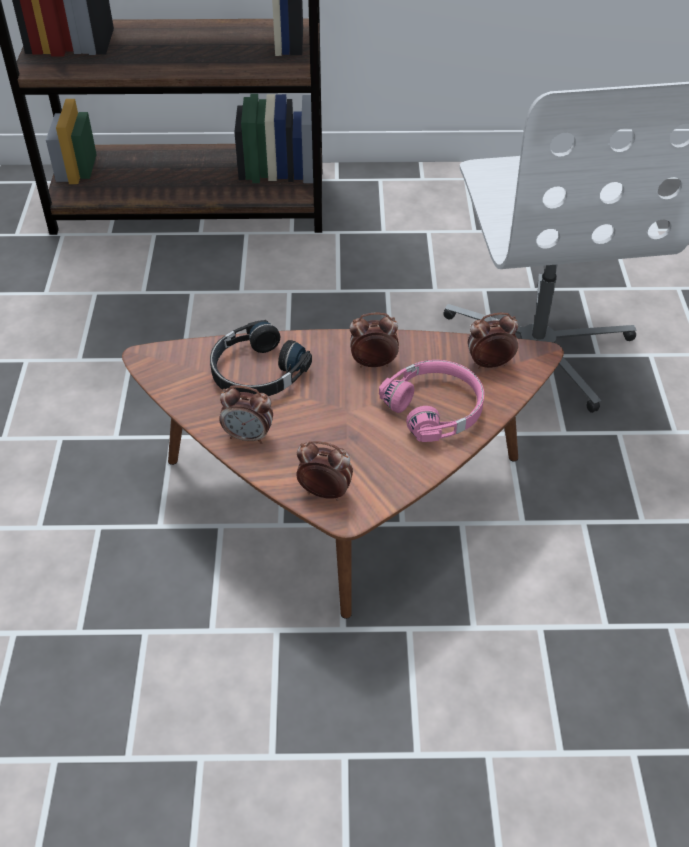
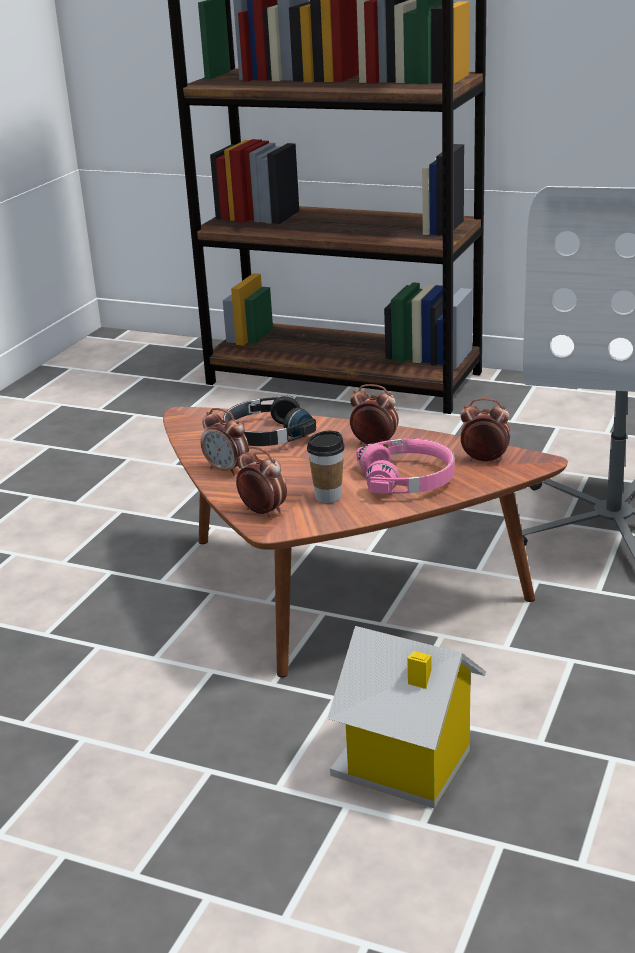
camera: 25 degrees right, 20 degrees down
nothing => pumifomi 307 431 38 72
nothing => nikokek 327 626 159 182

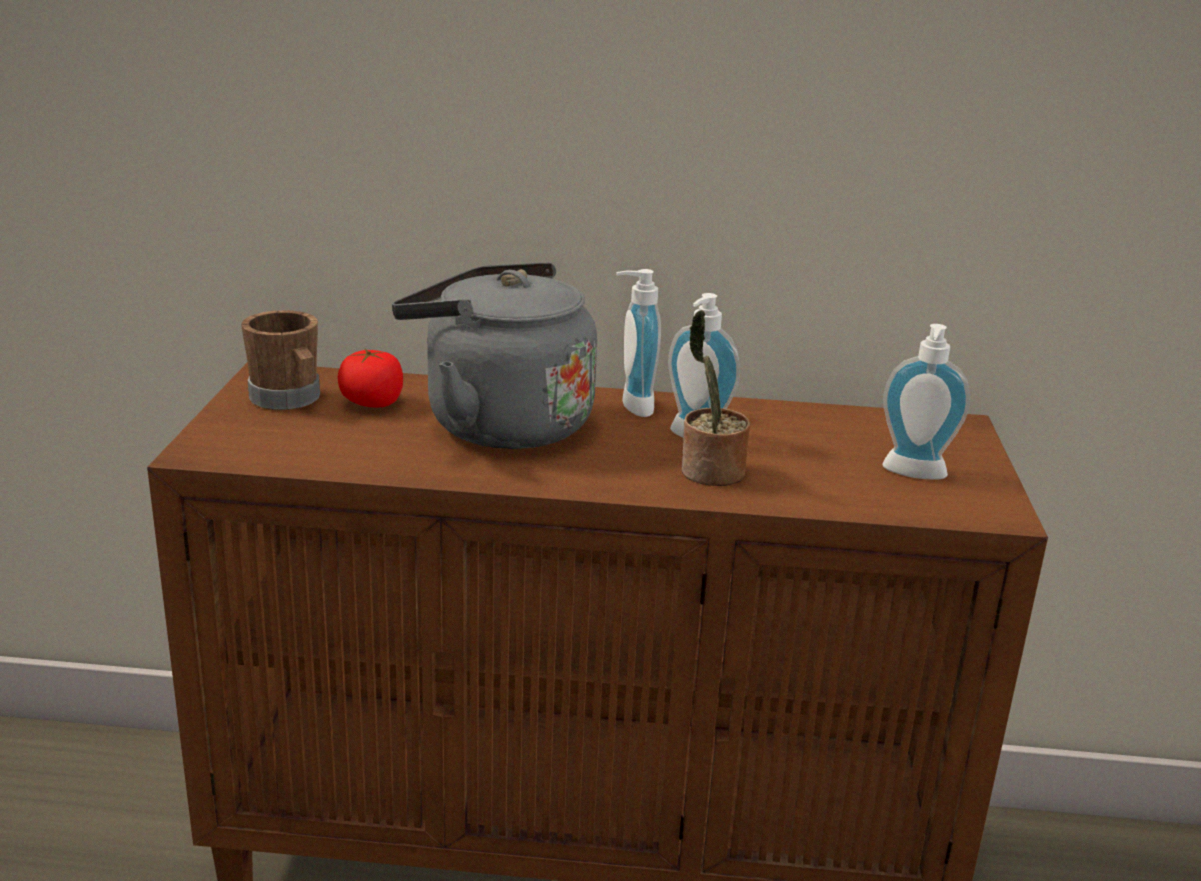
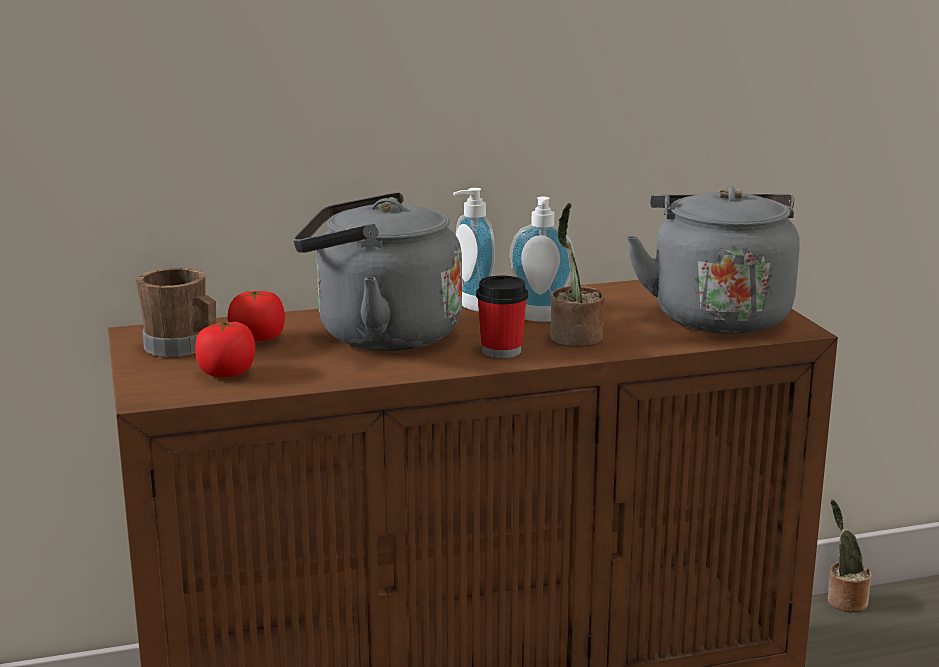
camera: 20 degrees left, 5 degrees down
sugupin 882 324 88 156 => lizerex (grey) 626 186 174 148
nothing => pumifomi 476 276 52 82
nothing => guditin 195 321 60 56
nothing => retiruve 828 500 44 113

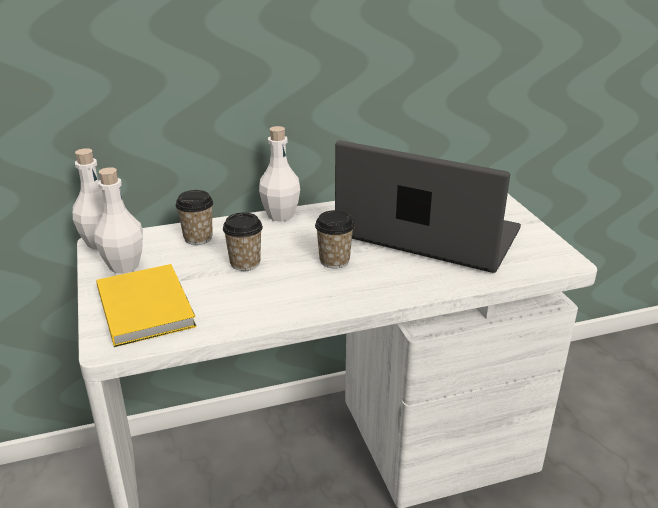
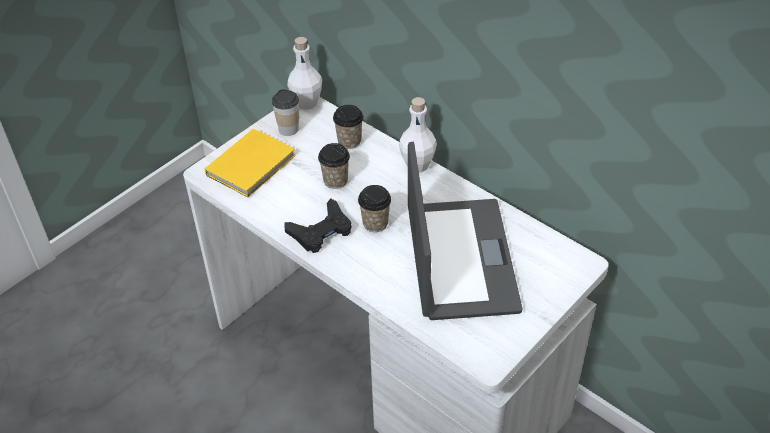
camera: 60 degrees right, 15 degrees up
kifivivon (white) 95 167 48 107 => pumifomi 272 89 27 47
nothing => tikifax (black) 284 199 68 54

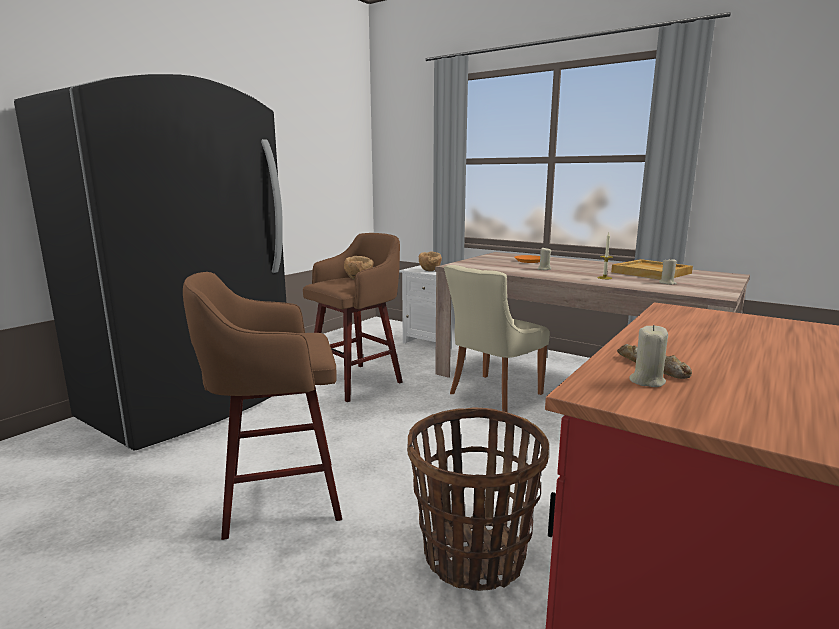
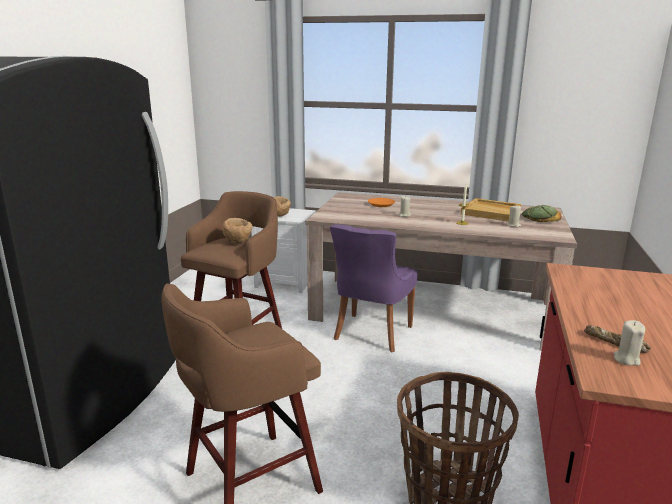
camera: 20 degrees left, 5 degrees up
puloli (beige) 444 265 106 147 => puloli (purple) 330 225 87 127
nothing => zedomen 521 205 40 17

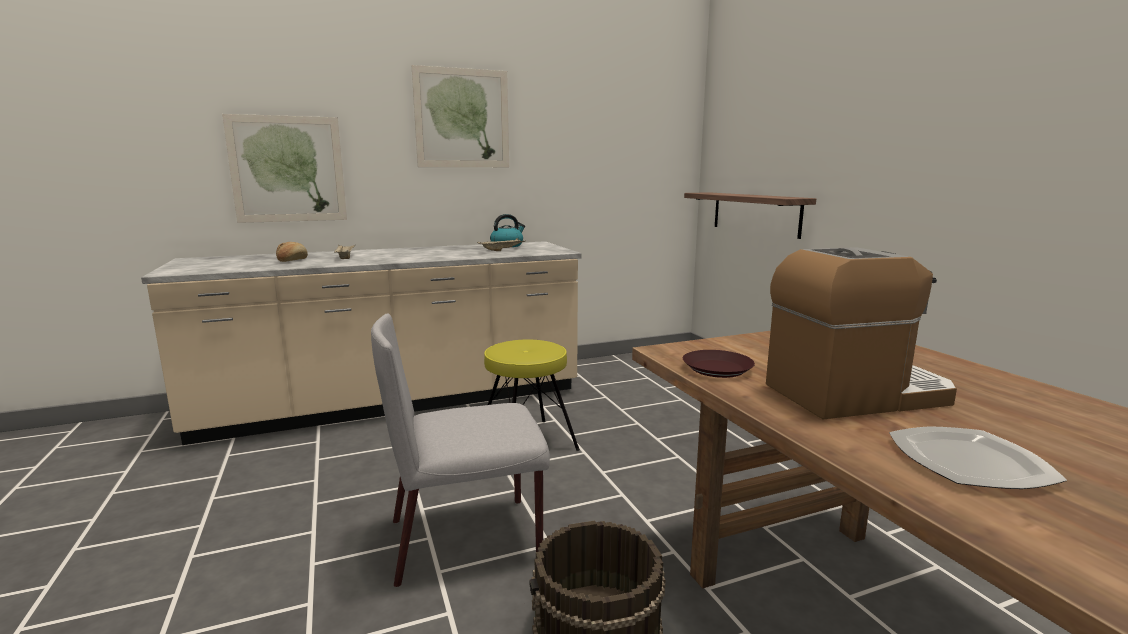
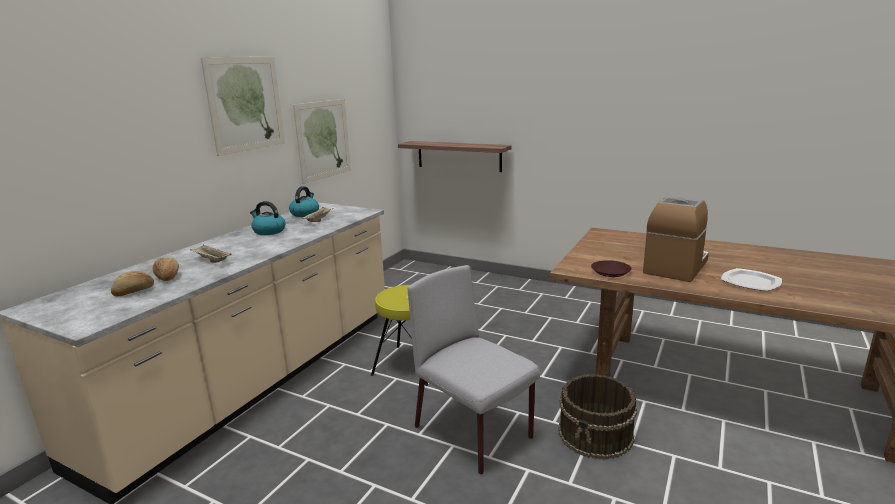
camera: 40 degrees left, 5 degrees up
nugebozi 222 114 125 109 => nugebozi 293 99 58 85, shifted
puloli (grey) 371 314 179 273 => puloli (grey) 408 265 132 209, 105 degrees clockwise
nothing => lizerex 250 201 35 34
nothing => zedomen 111 271 43 26

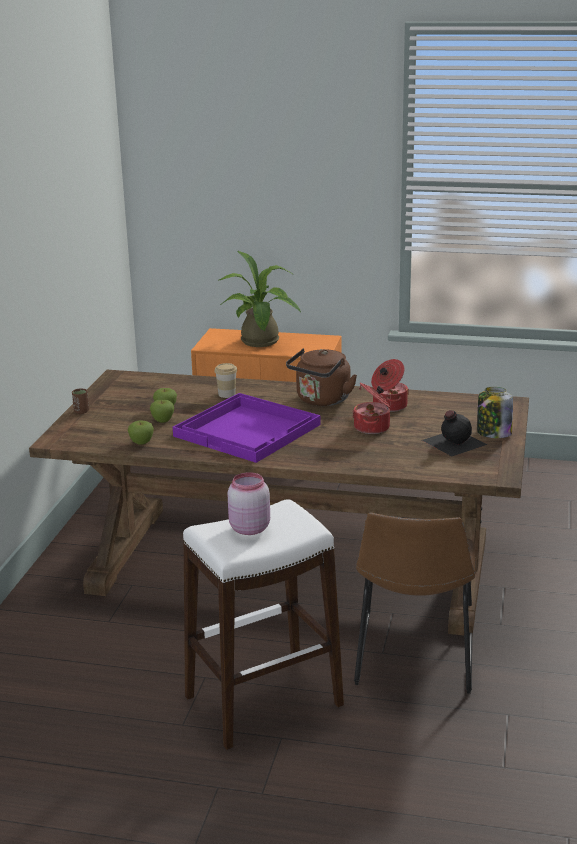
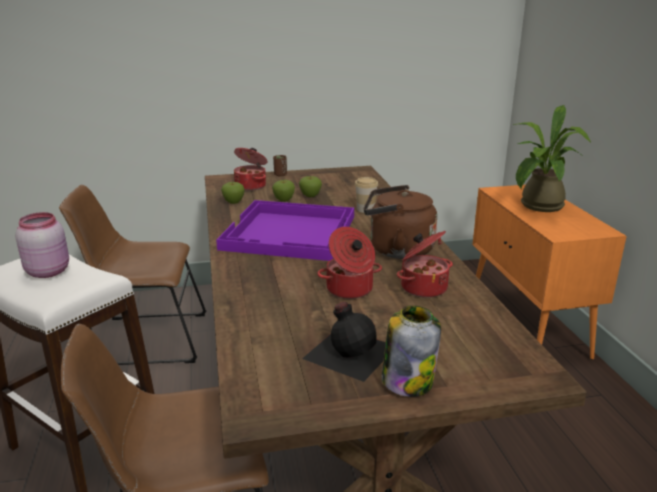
camera: 65 degrees right, 0 degrees up
nothing => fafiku 234 148 34 43
nothing => puloli (brown) 59 185 147 180

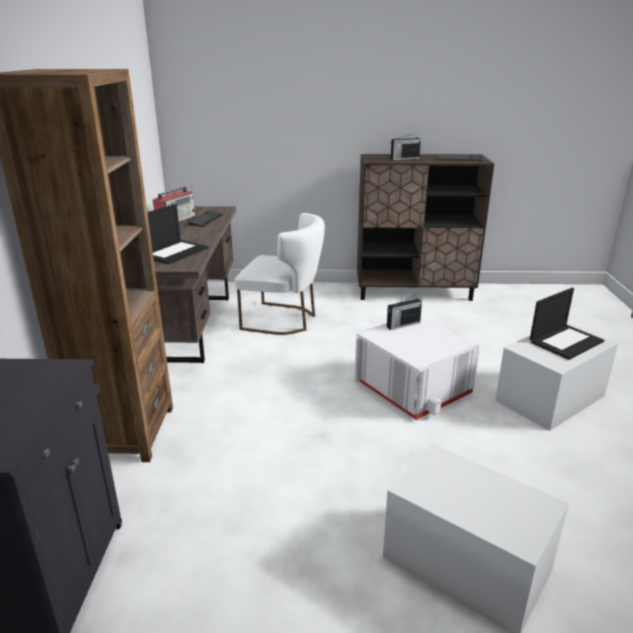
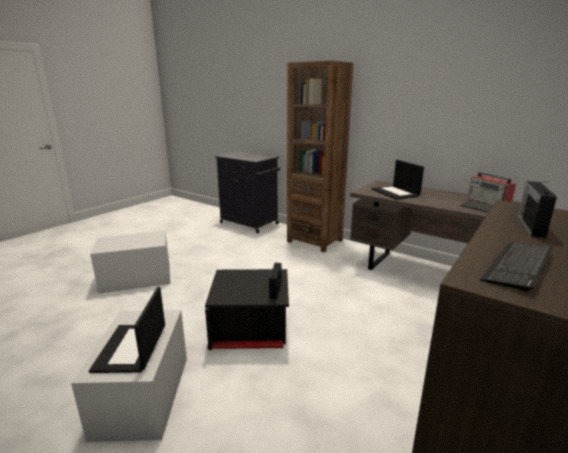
camera: 125 degrees right, 5 degrees down
puloli (white) 235 213 90 122 => nothing
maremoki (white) 355 318 125 102 => maremoki (black) 205 269 84 81

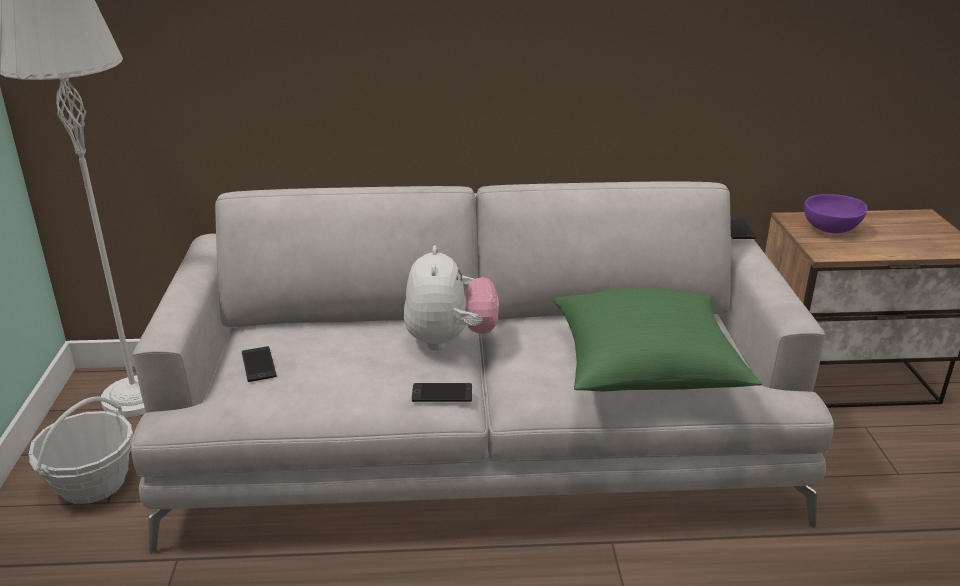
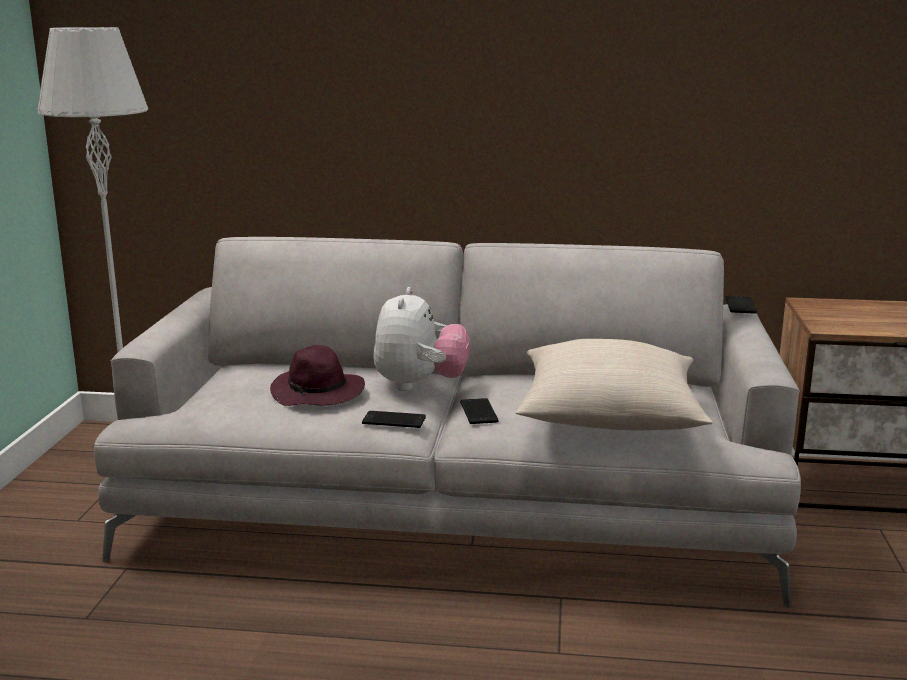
camera: 10 degrees right, 10 degrees down
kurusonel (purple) 804 194 63 39 => nothing
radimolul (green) 553 288 209 103 => radimolul (beige) 516 339 197 91
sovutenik 242 346 35 36 => sovutenik 460 398 38 26, shifted
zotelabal 28 397 105 107 => nothing
nothing => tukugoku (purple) 270 345 95 61

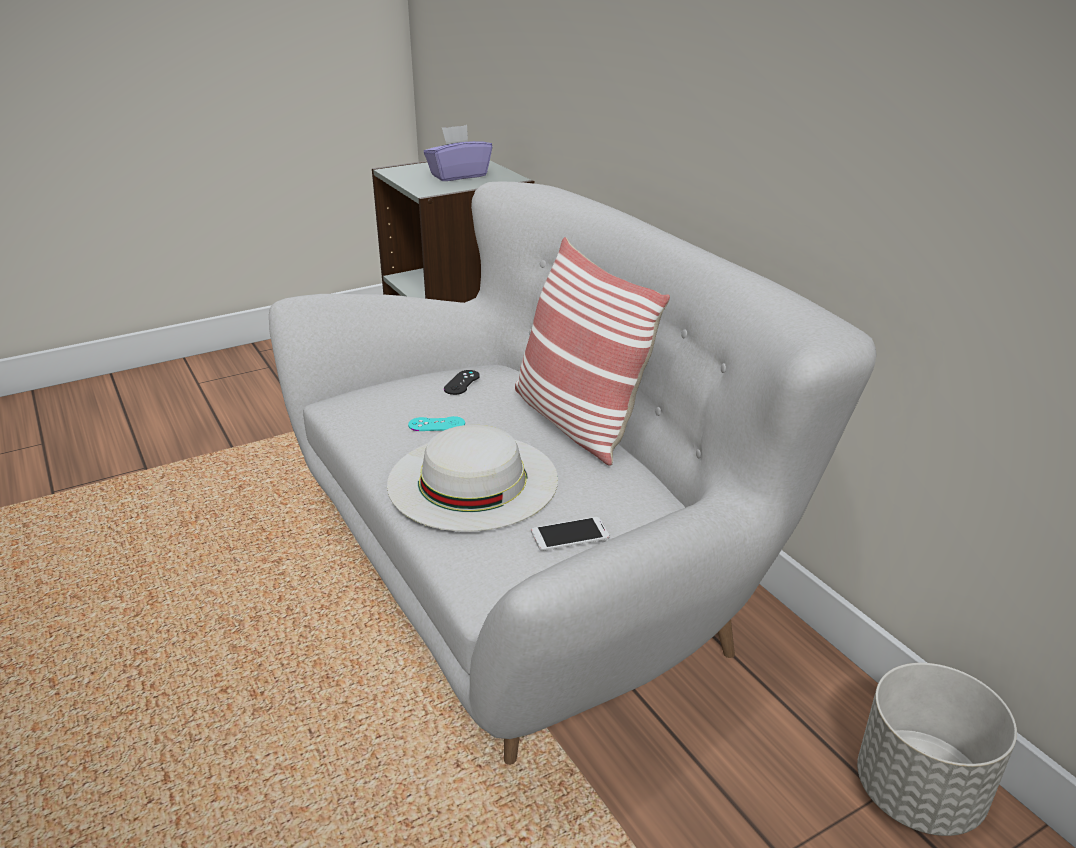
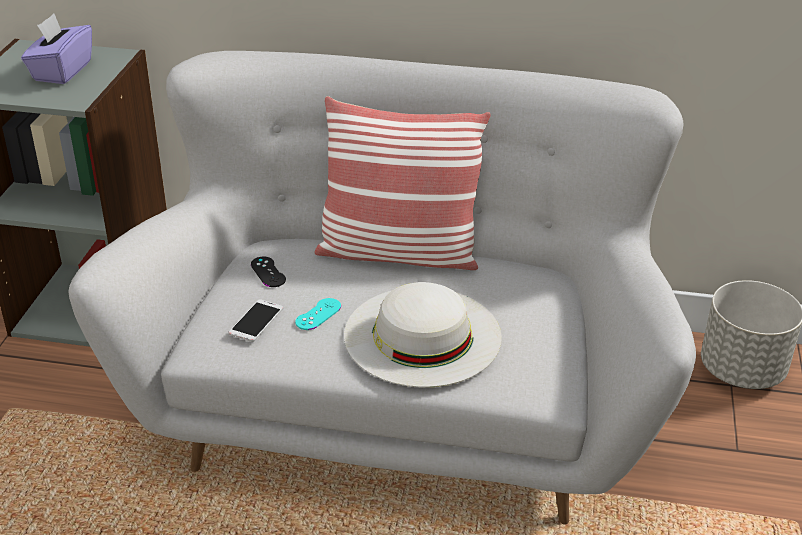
camera: 50 degrees left, 5 degrees up
sovutenik 531 517 79 34 => sovutenik 229 299 54 43, shifted

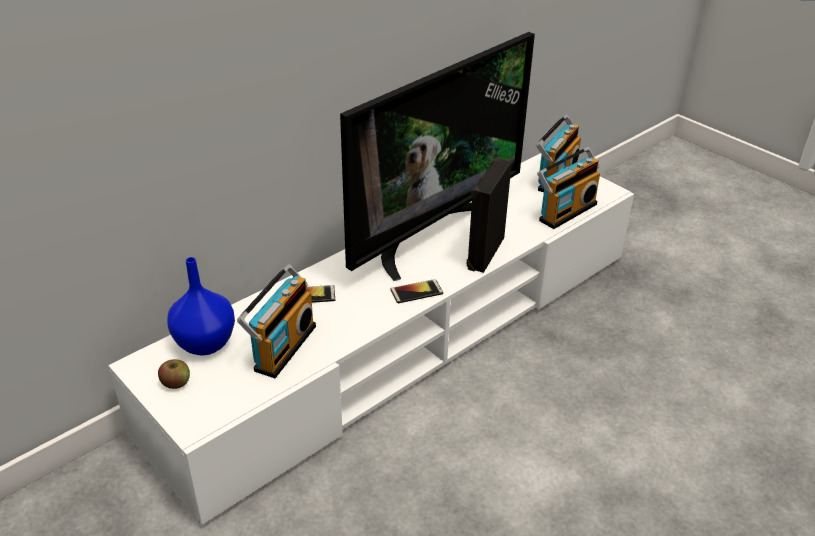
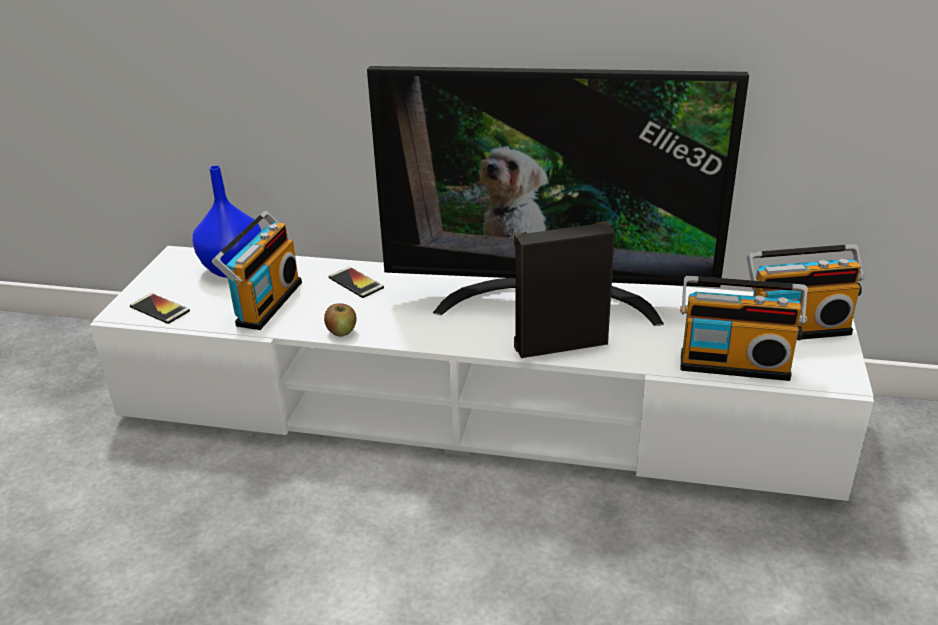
camera: 55 degrees right, 5 degrees down
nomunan 237 264 79 114 => nomunan 212 211 90 119, 60 degrees counterclockwise
sovutenik 390 279 53 24 => sovutenik 130 293 60 31, shifted
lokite 158 359 32 30 => lokite 324 303 33 34, shifted

